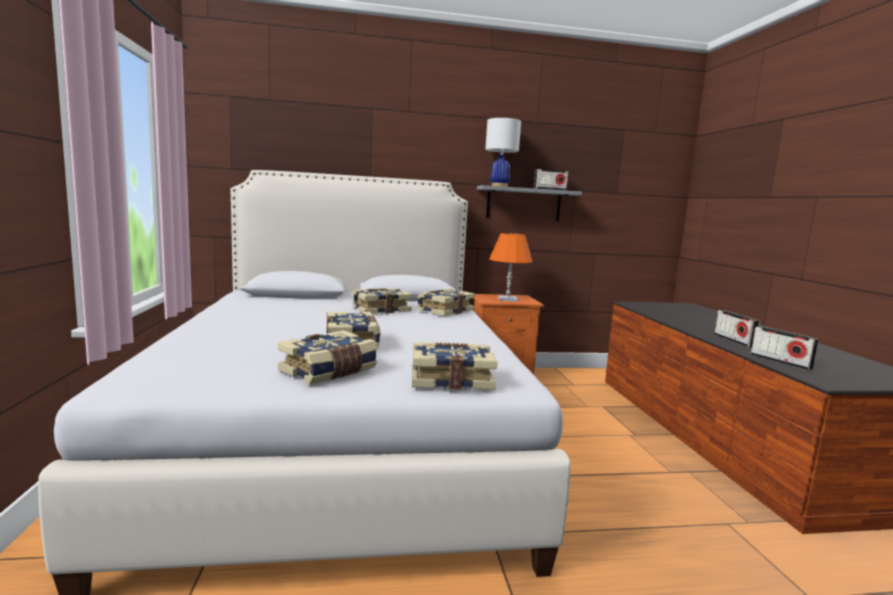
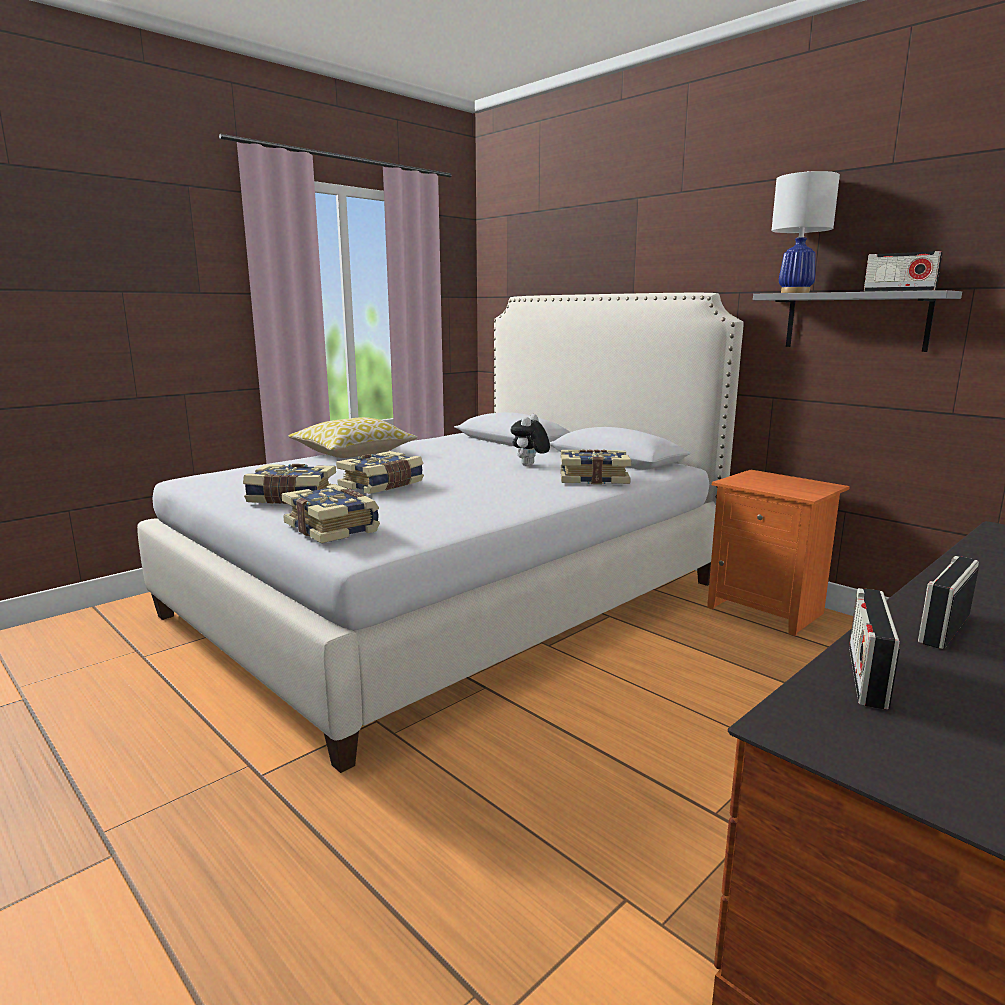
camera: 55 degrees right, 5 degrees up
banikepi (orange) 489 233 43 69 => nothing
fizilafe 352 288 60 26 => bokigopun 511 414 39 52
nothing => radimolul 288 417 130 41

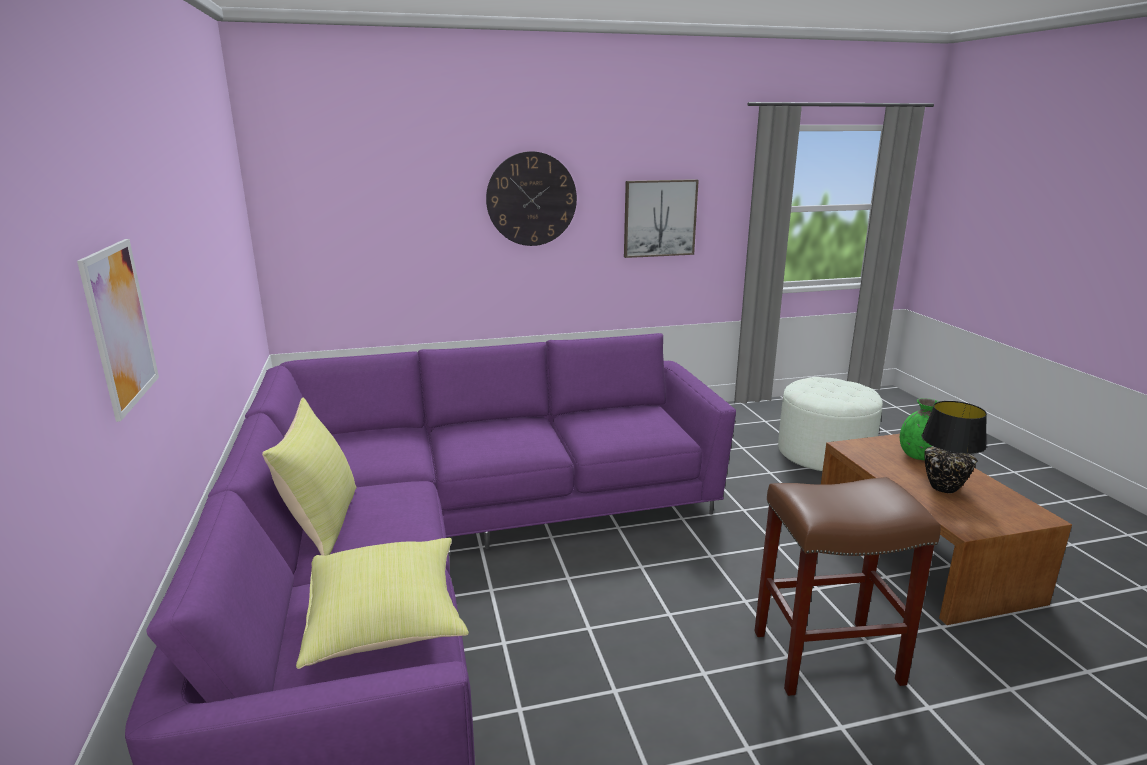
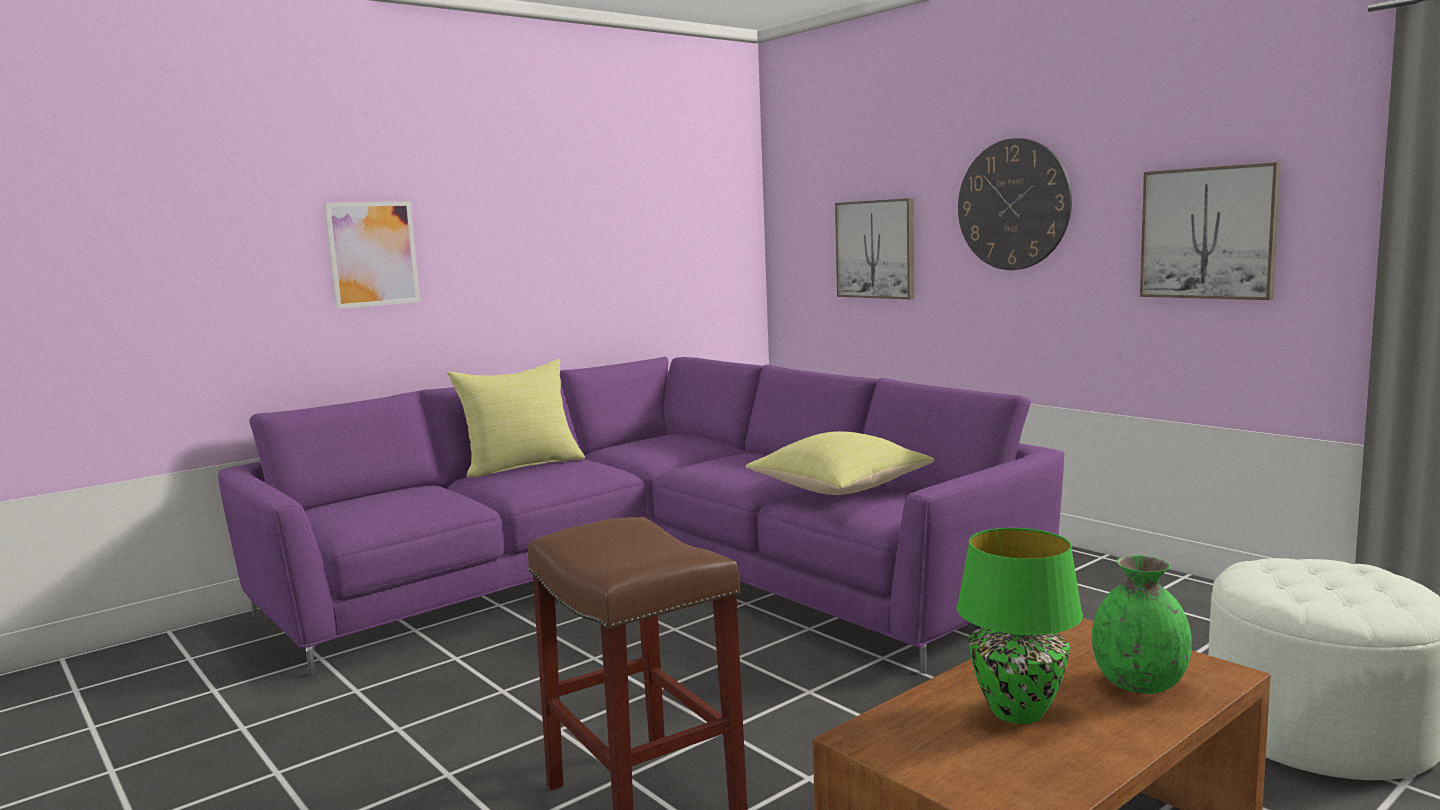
camera: 65 degrees right, 10 degrees down
banikepi (black) 922 401 65 92 => banikepi (green) 957 528 126 196
radimolul (yellow) 296 538 173 131 => radimolul (yellow) 746 431 189 64, shifted
nothing => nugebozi 835 198 79 101

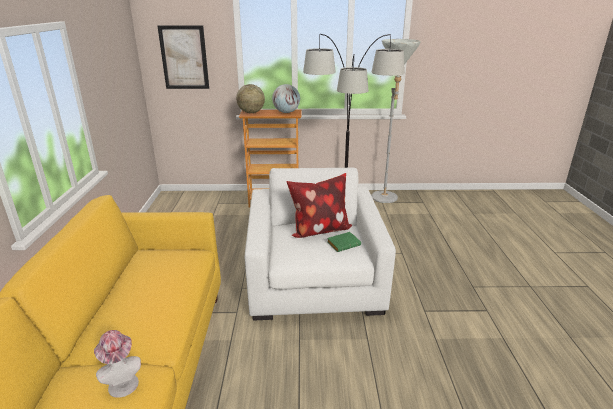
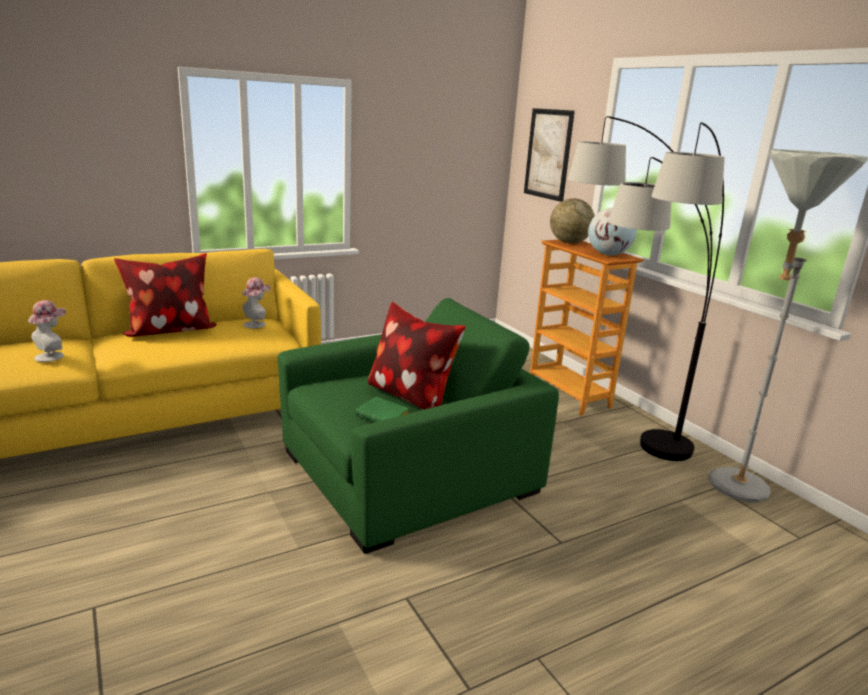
camera: 60 degrees right, 5 degrees down
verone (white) 245 168 151 152 => verone (green) 278 298 281 256
nothing => radimolul 114 253 103 84
nothing => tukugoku 242 277 28 52

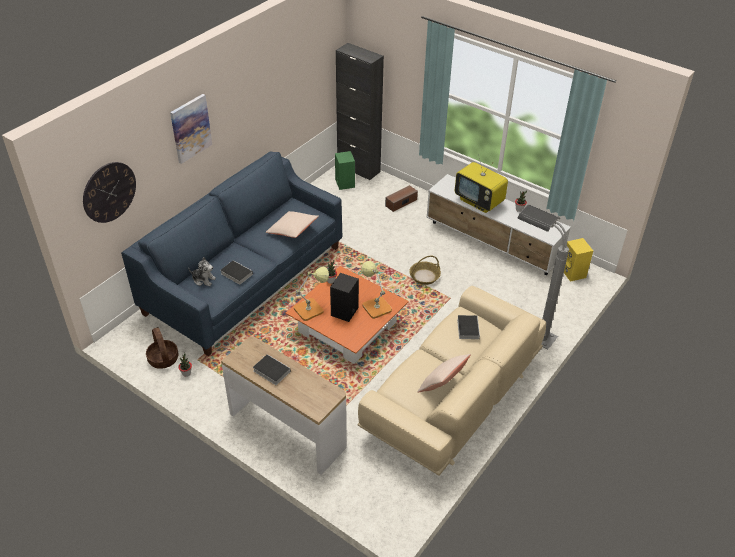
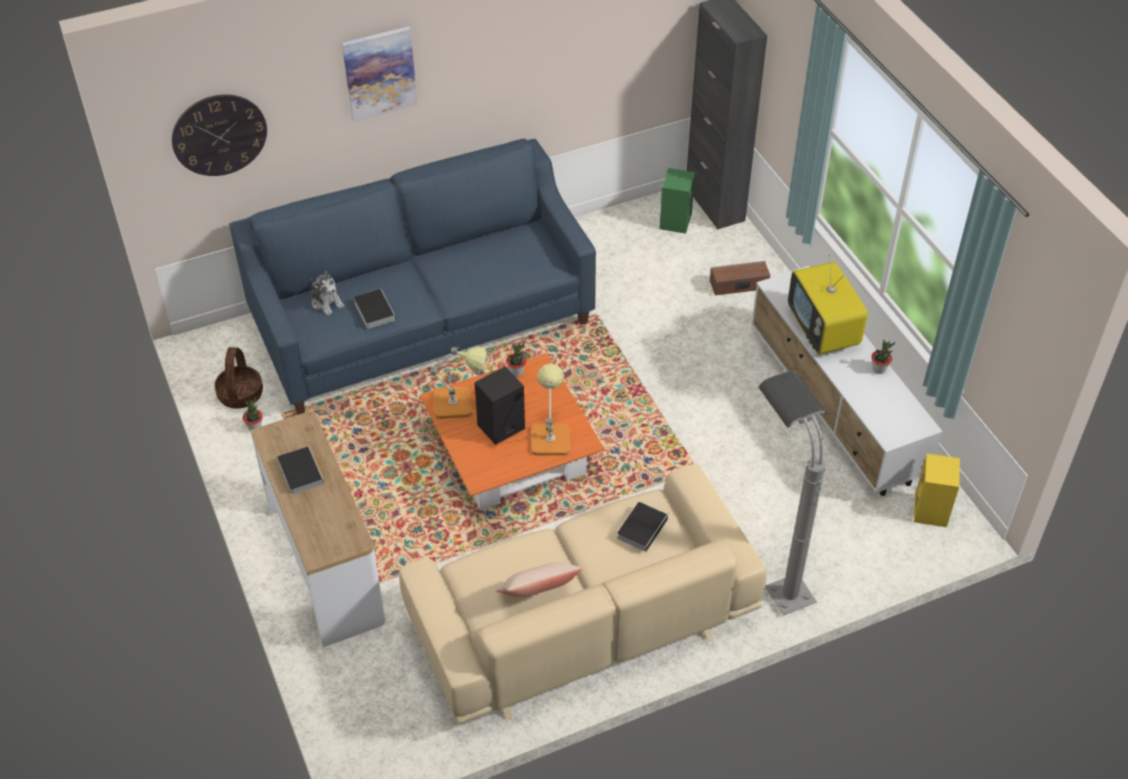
camera: 30 degrees right, 5 degrees up
radimolul (beige) 266 211 53 27 => nothing
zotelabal 409 256 32 29 => nothing

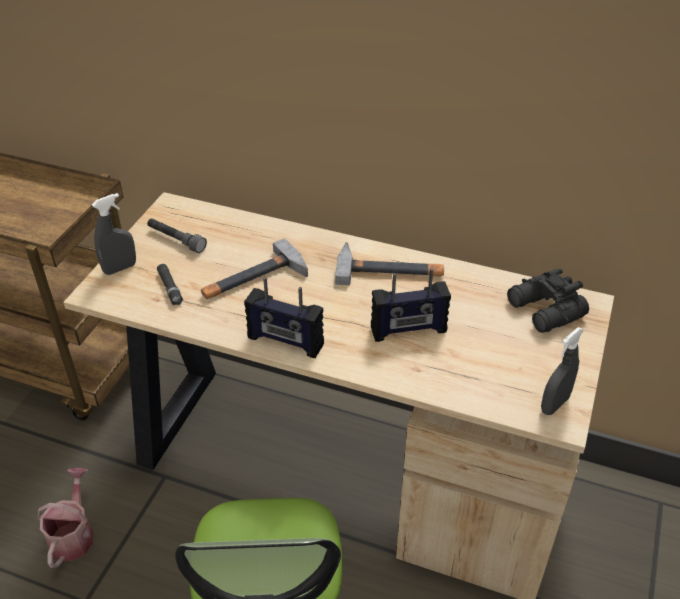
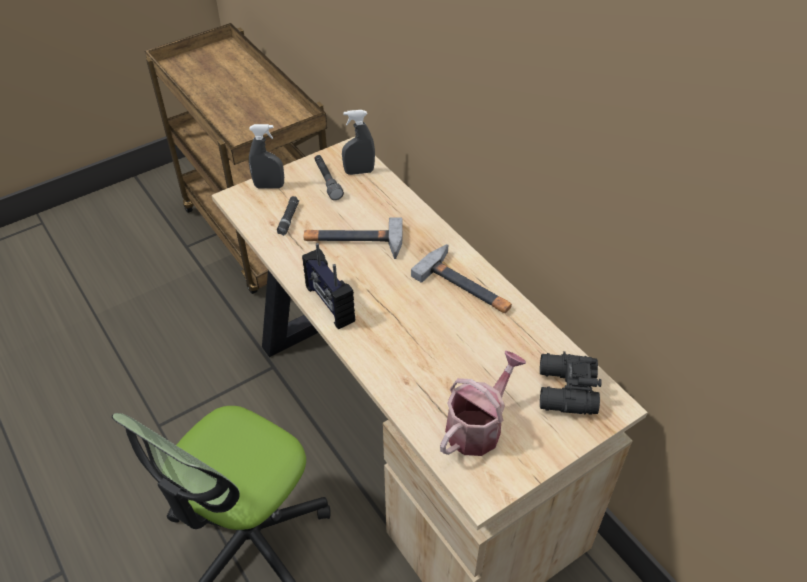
camera: 35 degrees right, 5 degrees up
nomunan 371 269 80 73 => nothing
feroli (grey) 541 327 43 88 => feroli (grey) 342 110 33 65, shifted
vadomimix 37 468 56 100 => vadomimix 440 351 86 105, shifted

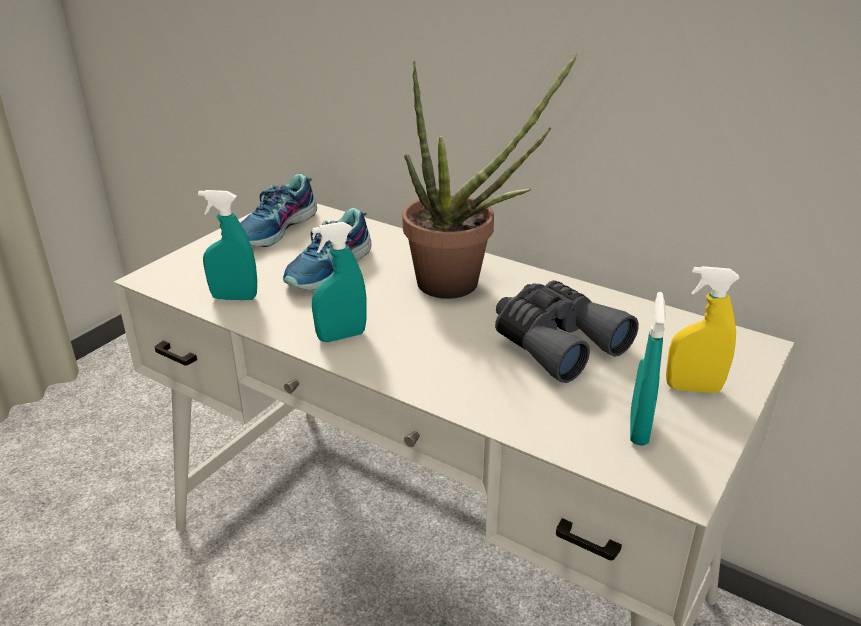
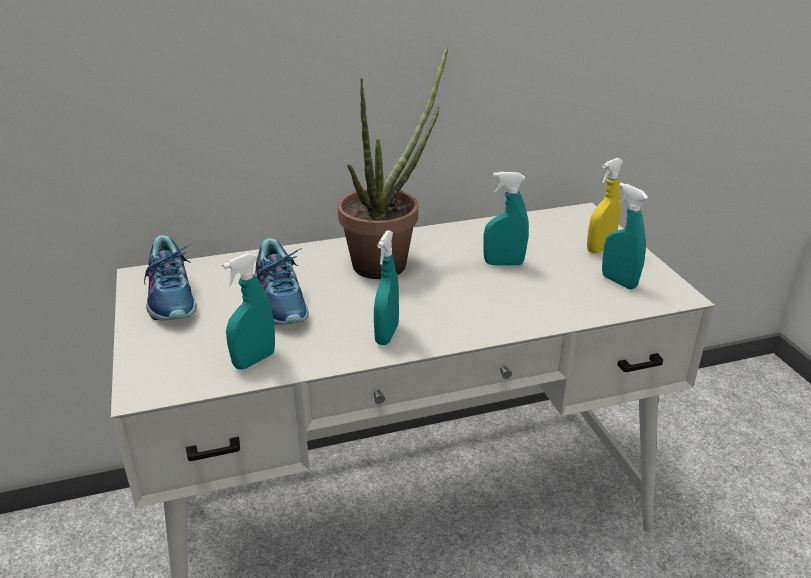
camera: 50 degrees left, 0 degrees up
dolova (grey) 495 280 144 103 => feroli (turquoise) 483 172 46 94

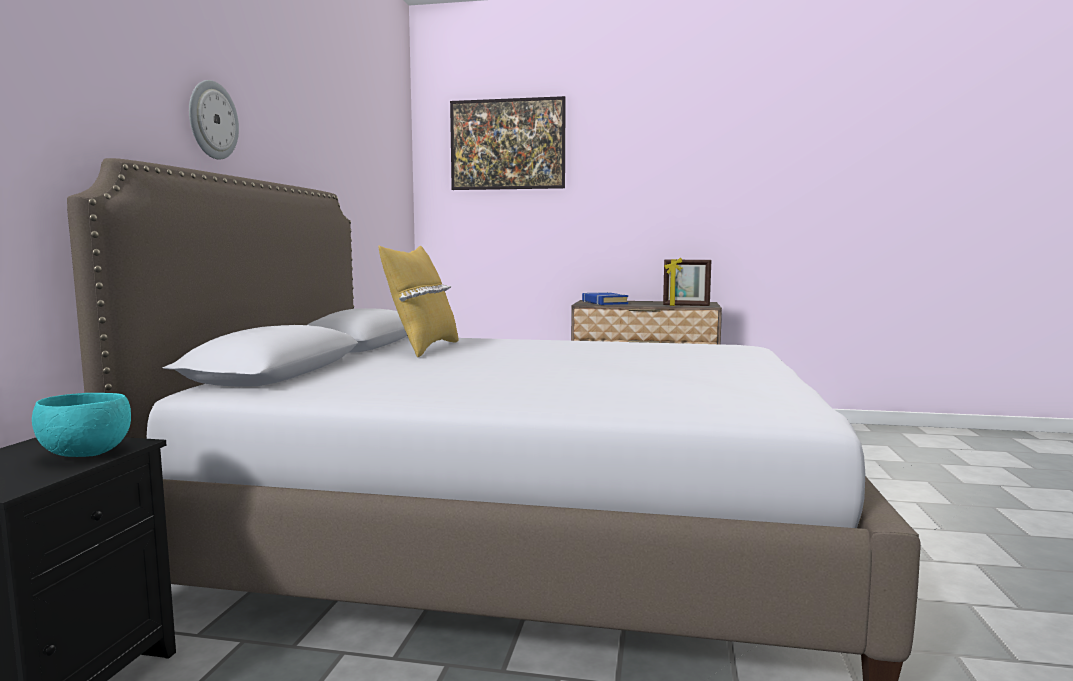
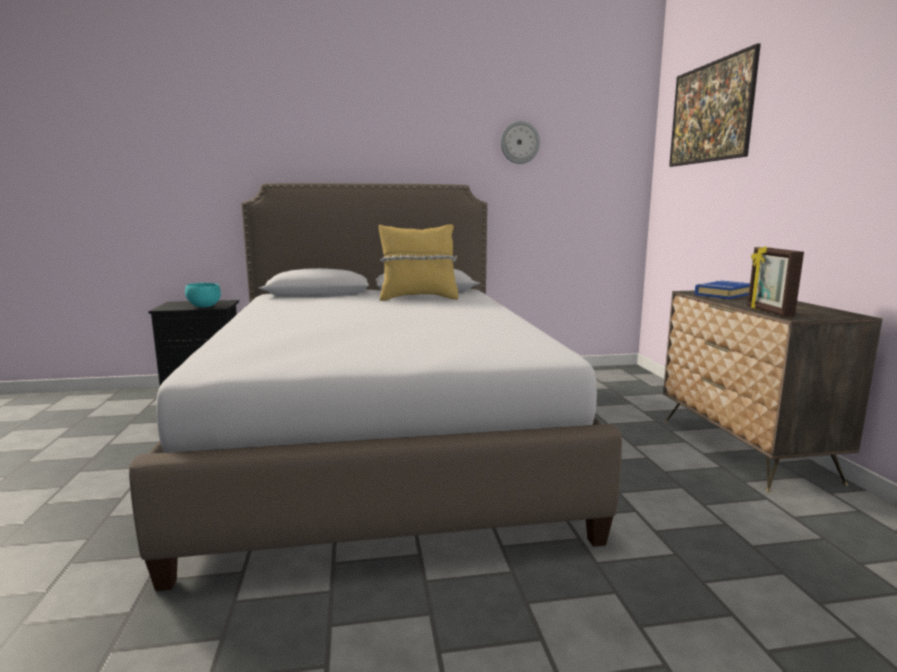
camera: 70 degrees right, 5 degrees up
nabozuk 189 80 50 80 => nabozuk 501 121 39 43, shifted

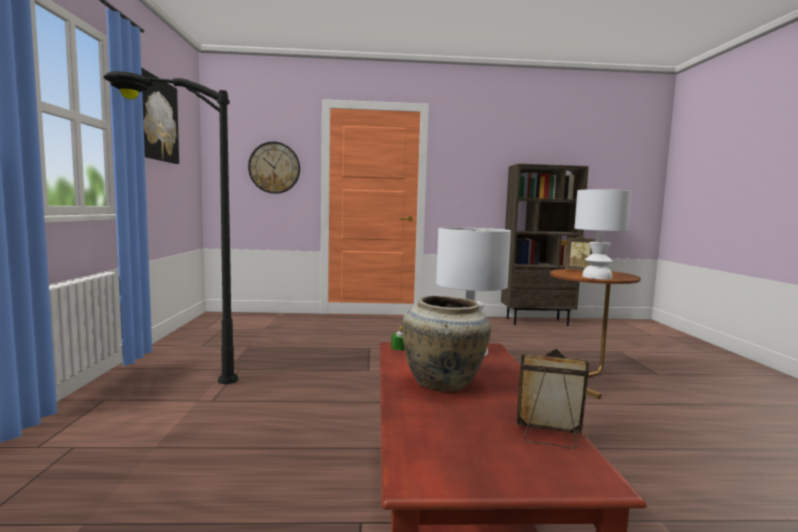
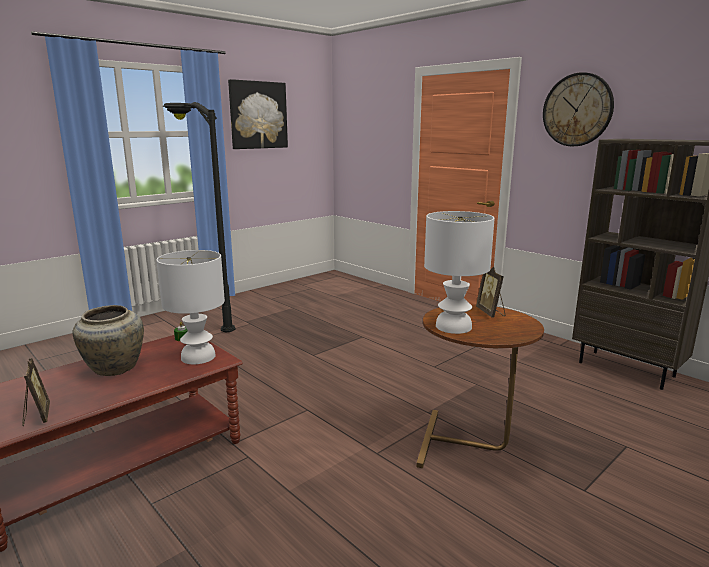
camera: 50 degrees right, 10 degrees up
nabozuk 248 142 52 52 => nabozuk 543 72 71 74, shifted

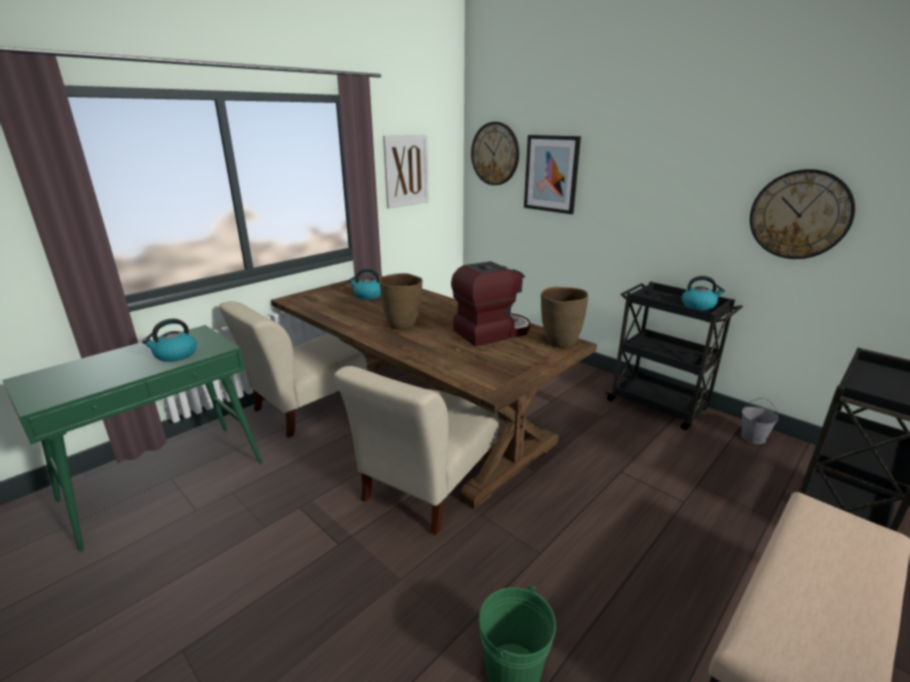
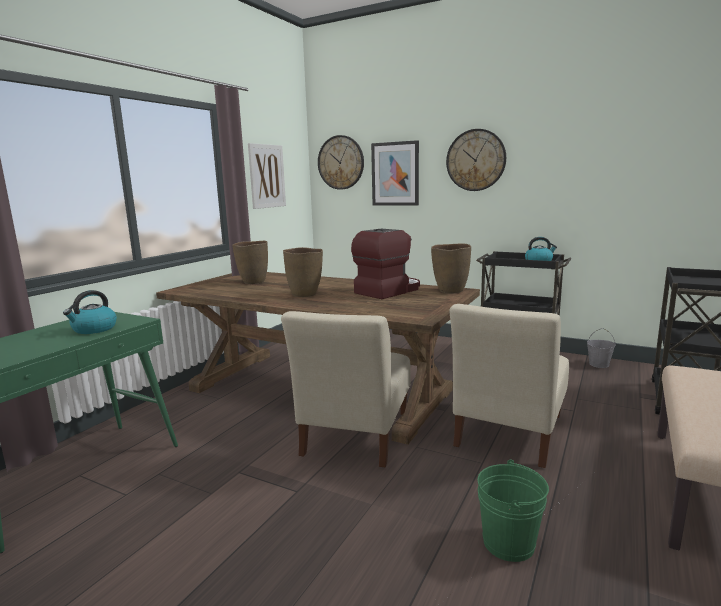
camera: 15 degrees left, 10 degrees down
nabozuk 750 169 105 90 => nabozuk 446 129 60 62, shifted
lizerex 348 268 33 32 => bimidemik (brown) 232 241 36 43
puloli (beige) 219 301 148 137 => puloli (beige) 450 304 119 164, shifted

